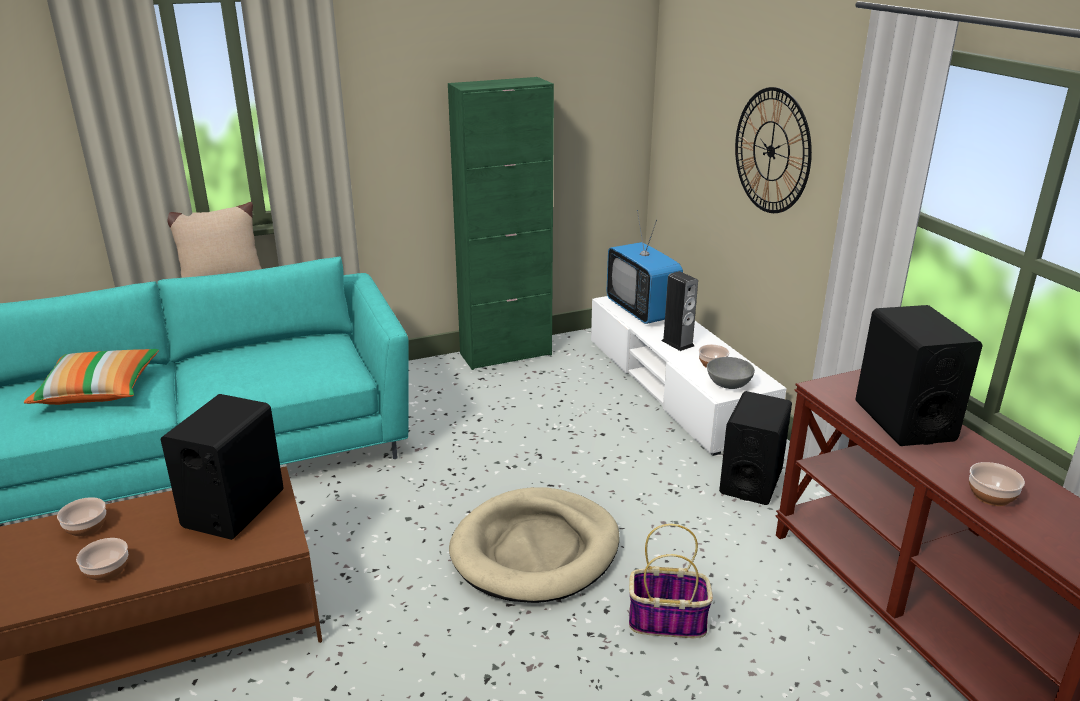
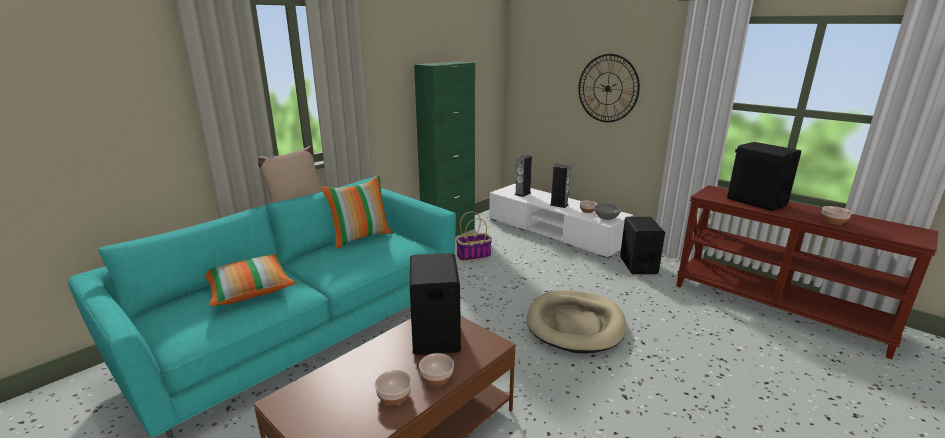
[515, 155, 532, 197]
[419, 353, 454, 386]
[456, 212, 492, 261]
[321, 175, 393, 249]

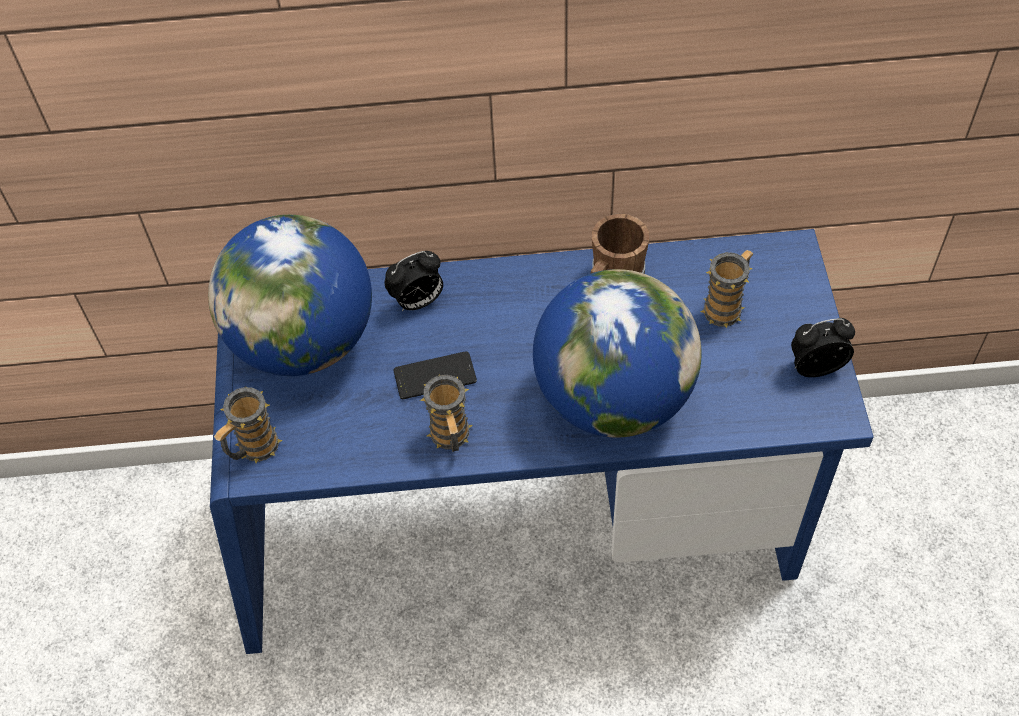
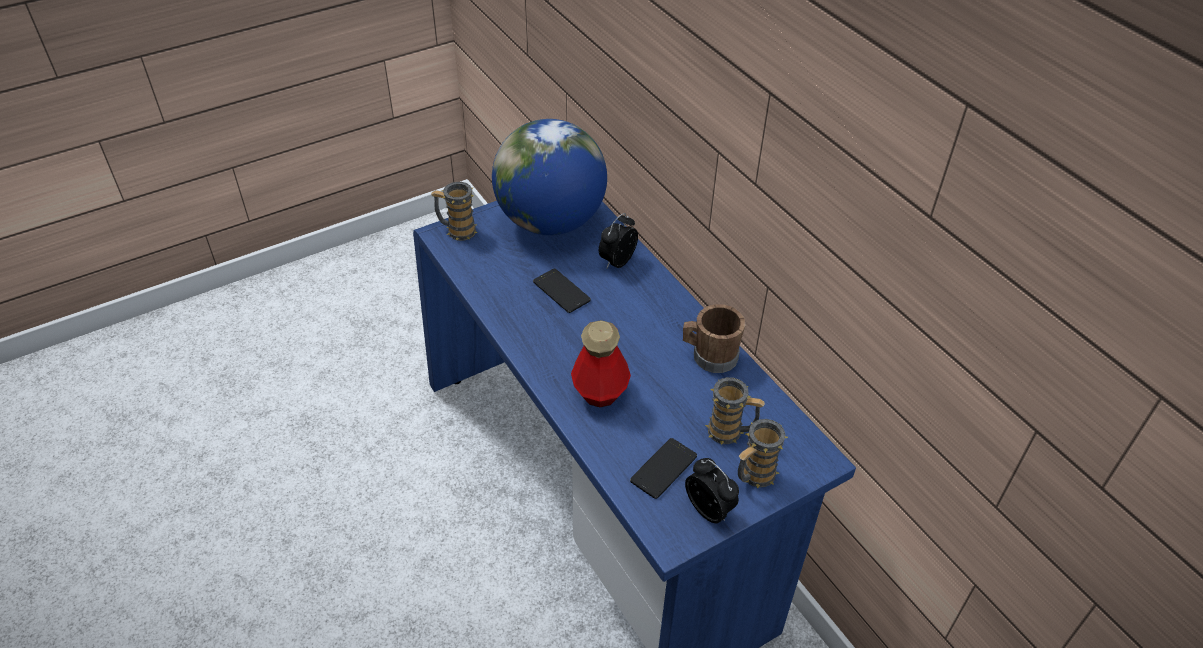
[599, 213, 638, 268]
[571, 320, 631, 407]
[738, 419, 788, 489]
[630, 438, 697, 499]

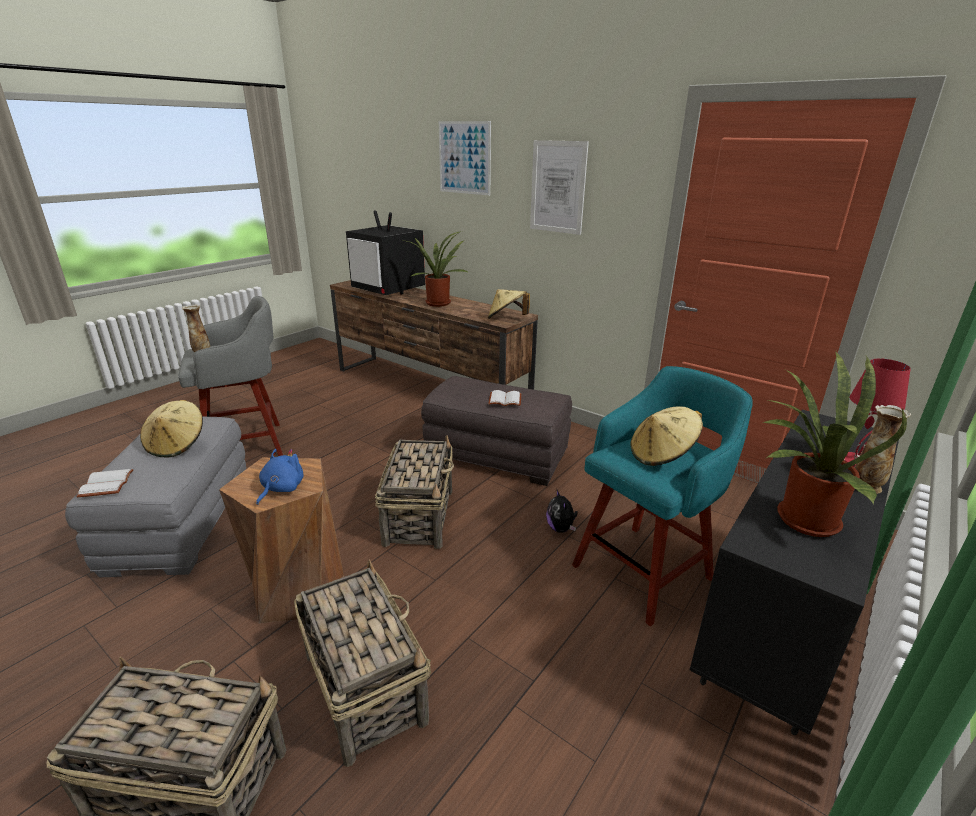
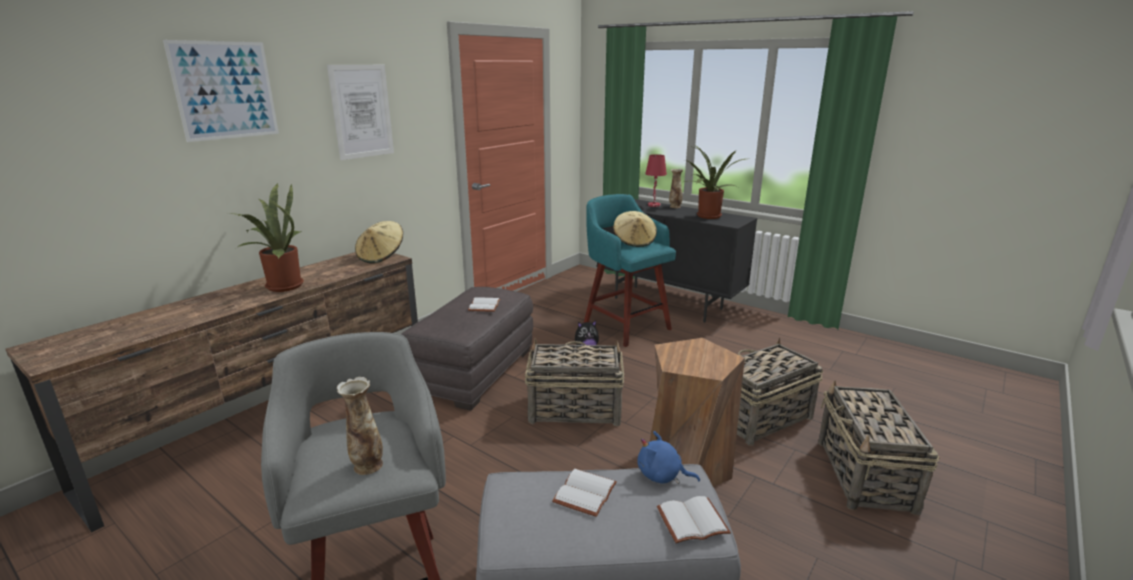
[346, 210, 425, 295] (first image)
[552, 469, 617, 517]
[637, 431, 700, 484]

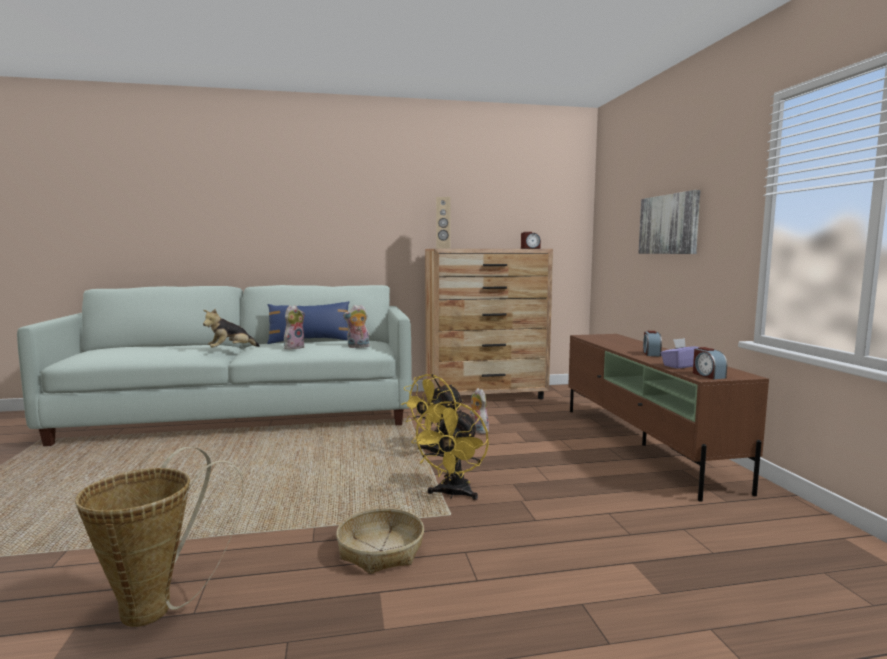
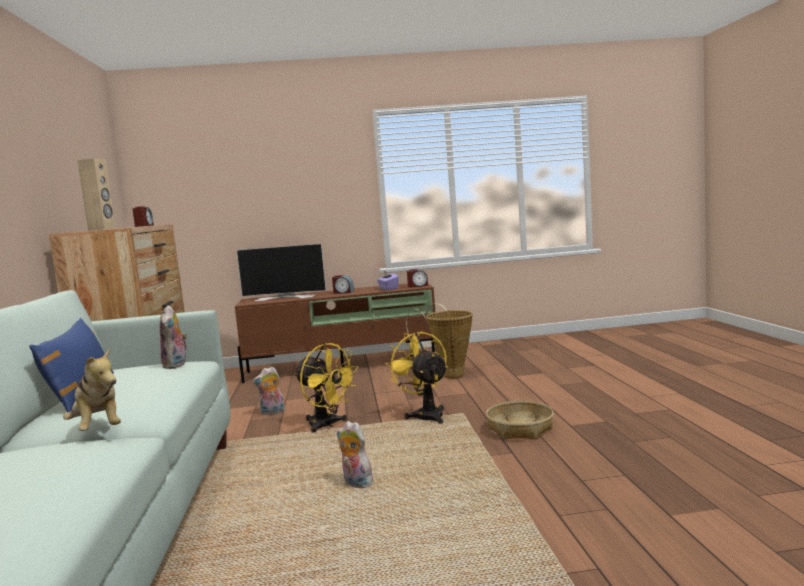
[639, 190, 700, 254] (first image)
[337, 421, 373, 488]
[386, 331, 448, 424]
[406, 303, 473, 379]
[237, 244, 326, 301]

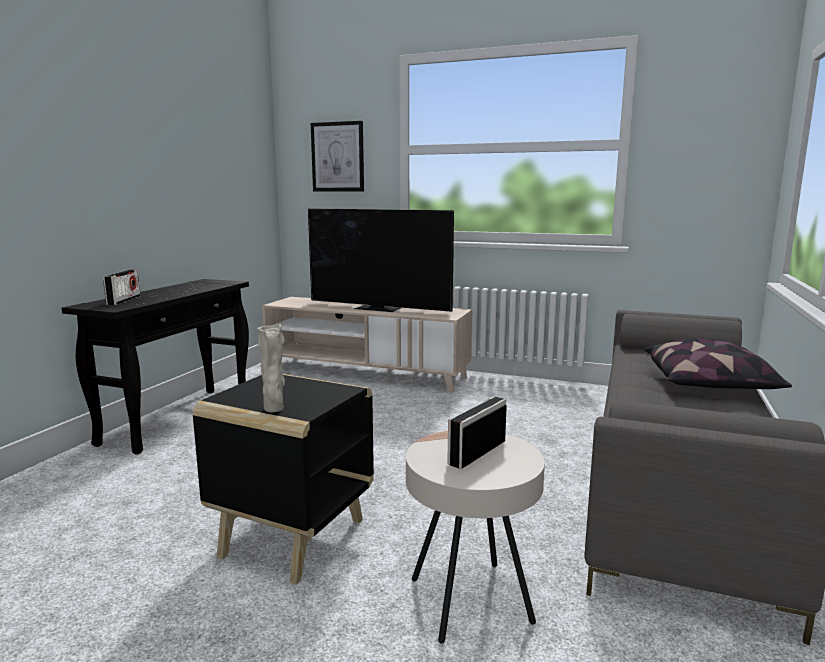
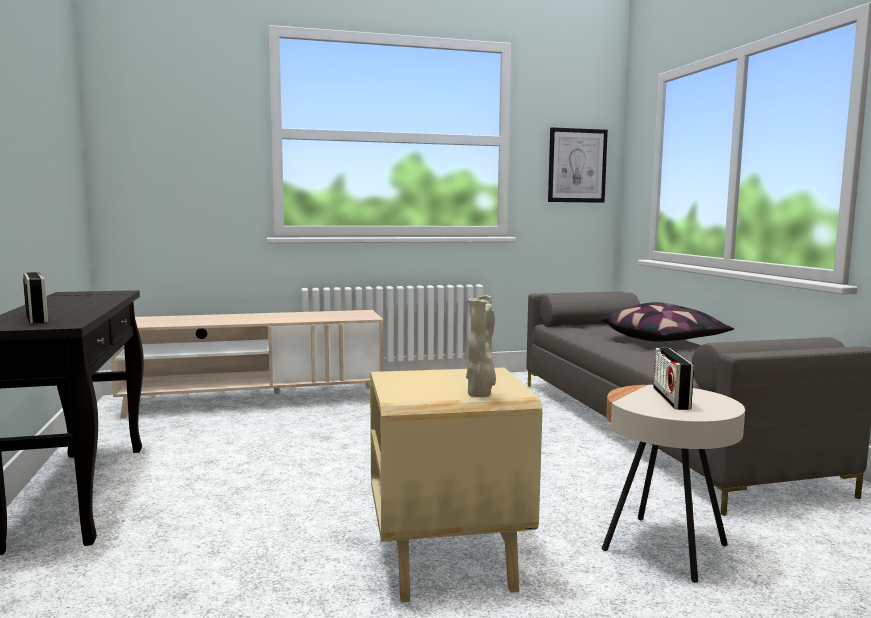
[548, 127, 608, 203]
[308, 208, 454, 312] (first image)
[370, 368, 542, 603]

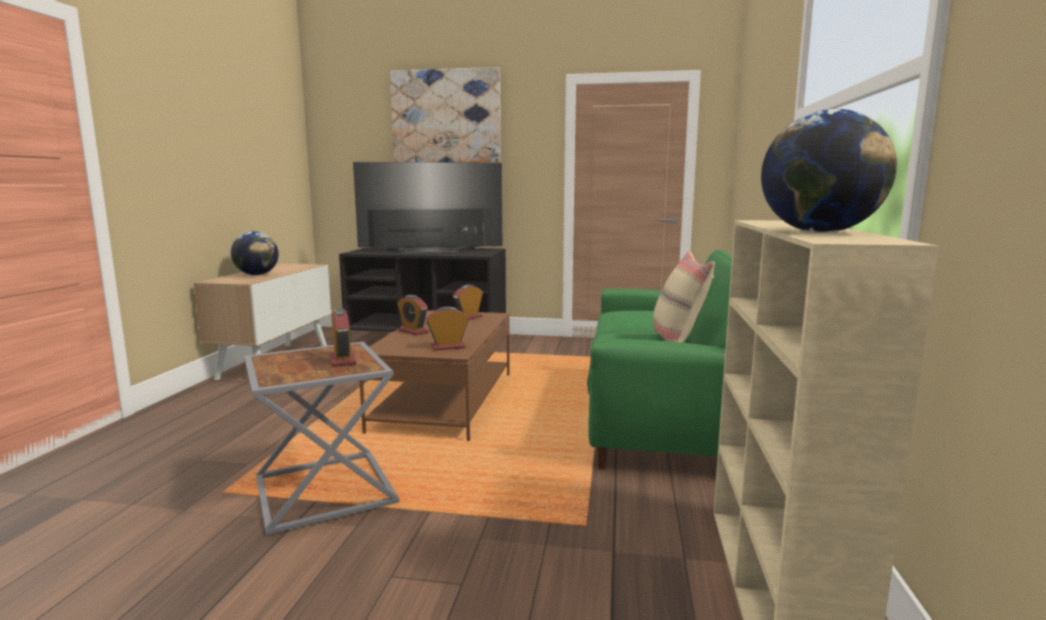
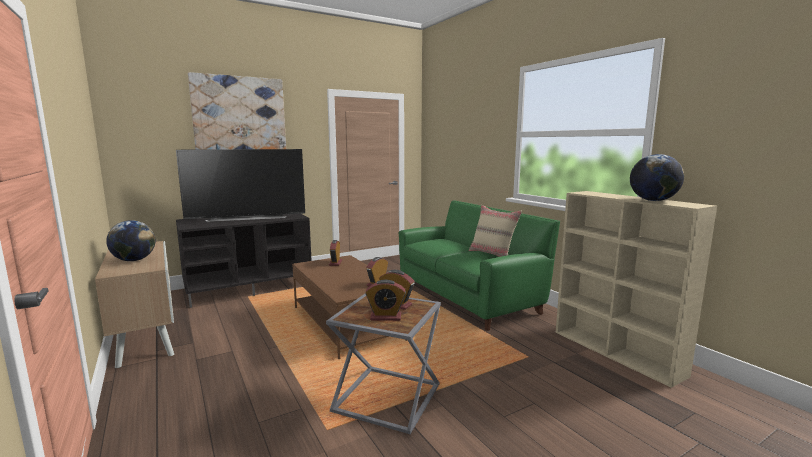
[176, 149, 305, 222]
[365, 280, 406, 321]

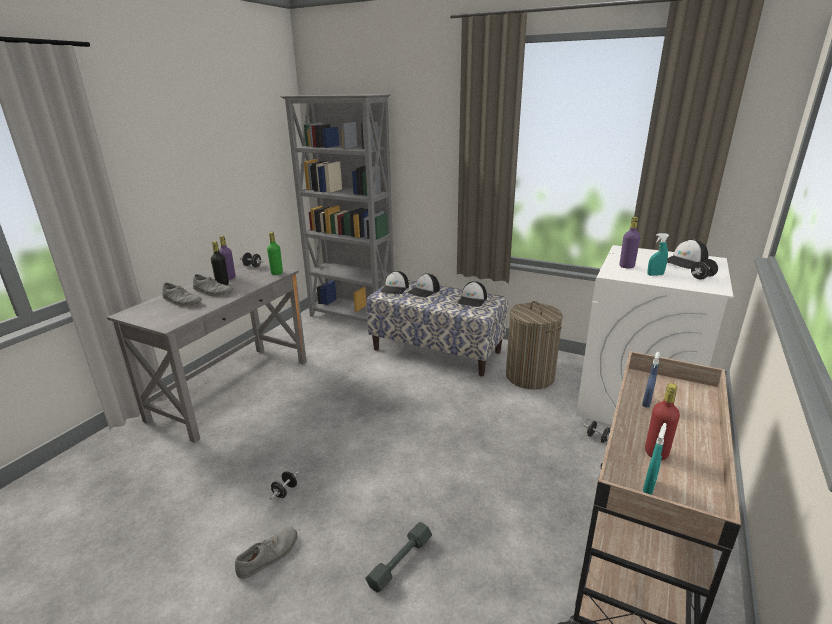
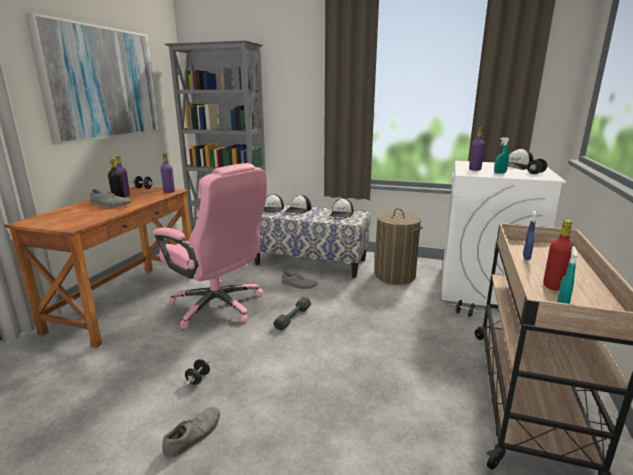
[160, 153, 175, 193]
[4, 186, 193, 348]
[282, 272, 318, 289]
[273, 297, 311, 330]
[24, 13, 160, 145]
[153, 163, 267, 329]

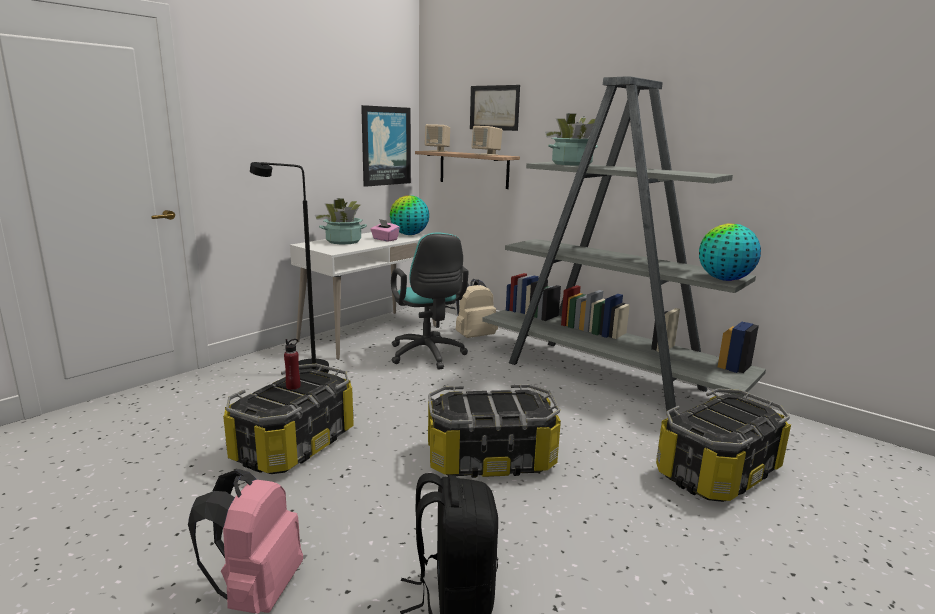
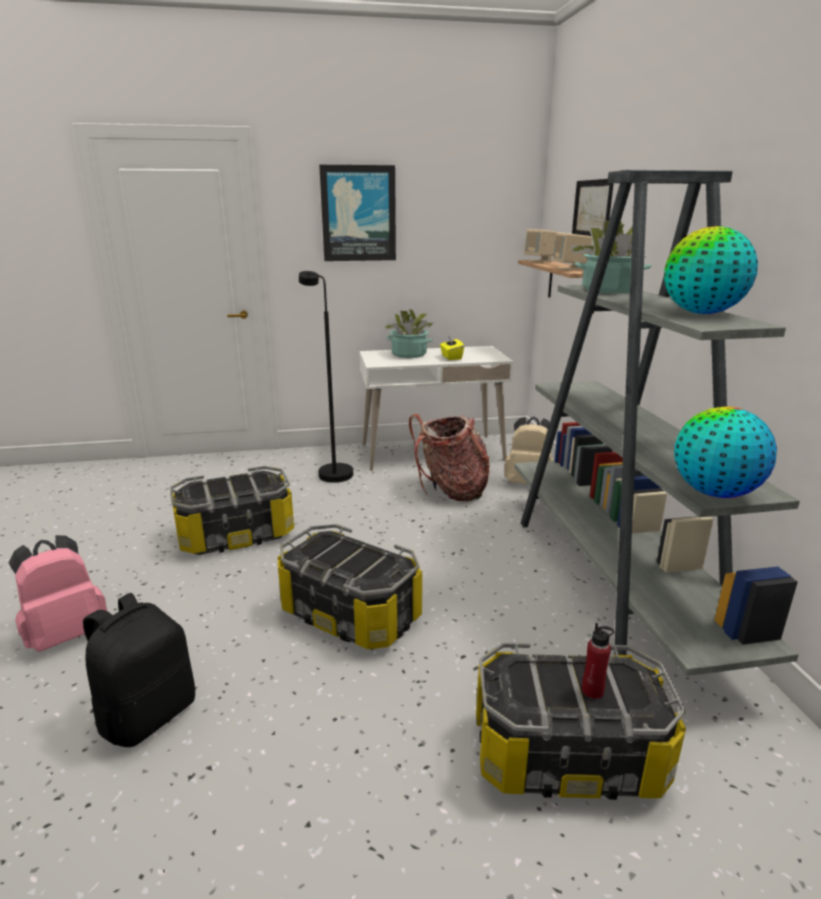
[319, 165, 396, 261]
[664, 226, 758, 314]
[440, 335, 464, 360]
[409, 414, 490, 501]
[582, 623, 614, 699]

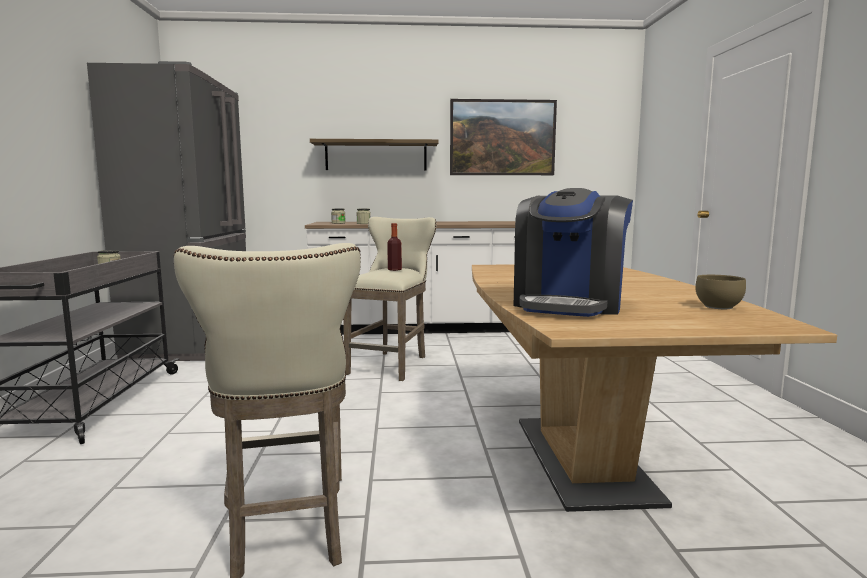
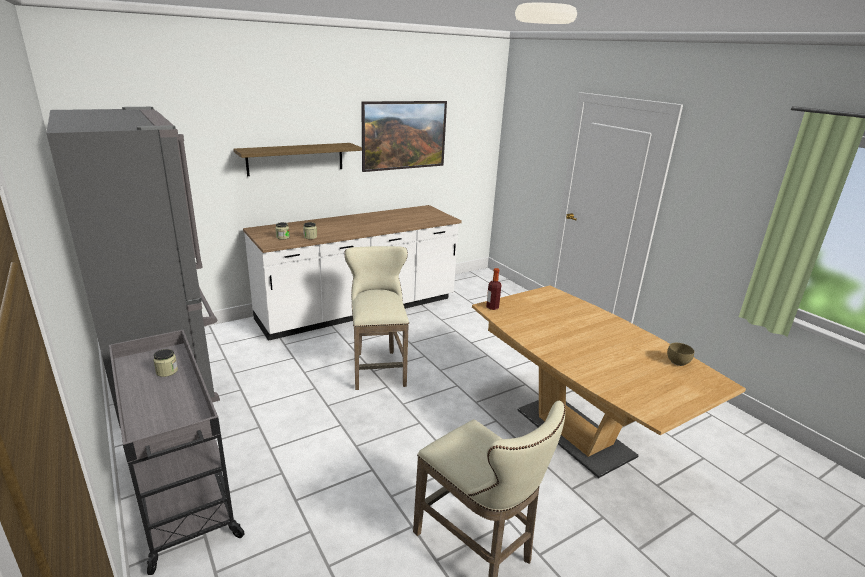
[514, 188, 633, 317] (first image)
[486, 268, 501, 310]

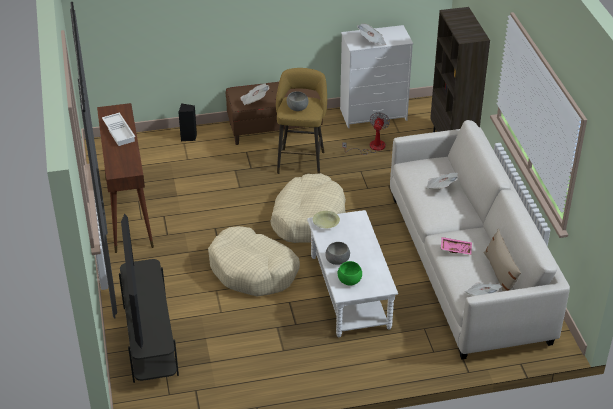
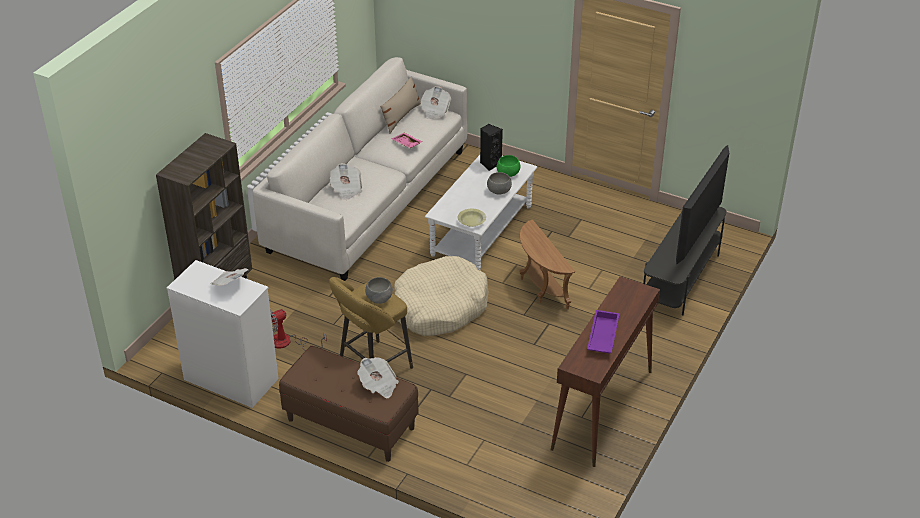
[480, 124, 503, 171]
[587, 310, 620, 353]
[519, 220, 575, 309]

